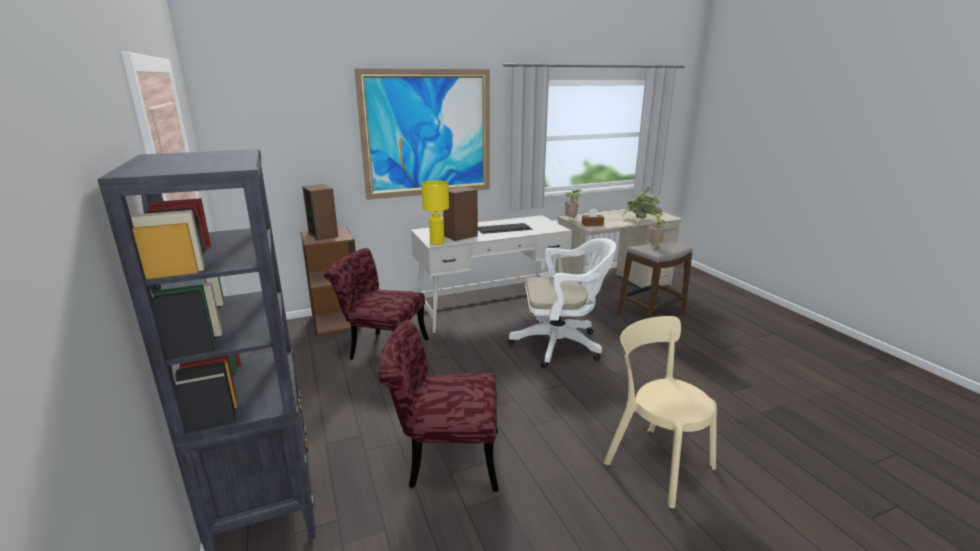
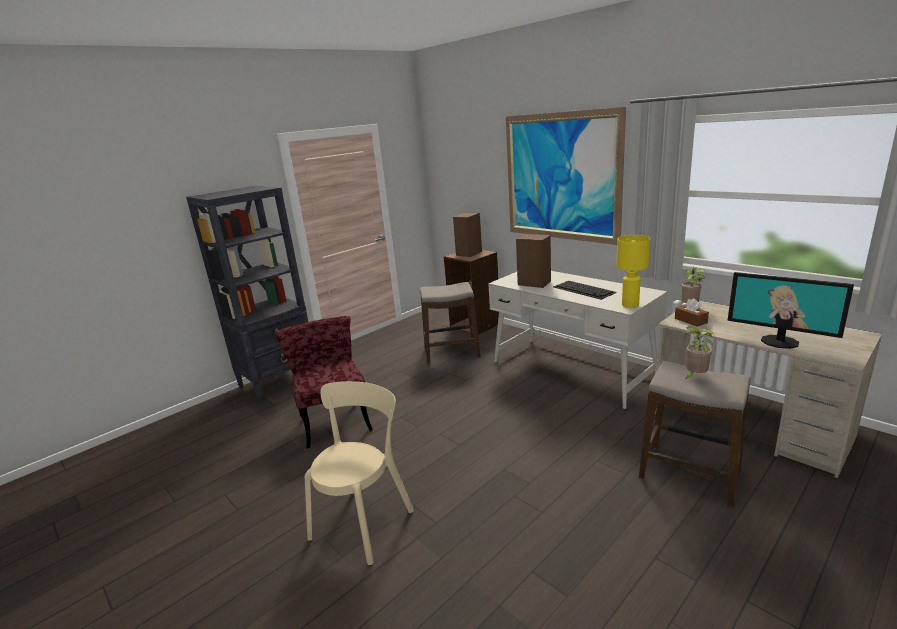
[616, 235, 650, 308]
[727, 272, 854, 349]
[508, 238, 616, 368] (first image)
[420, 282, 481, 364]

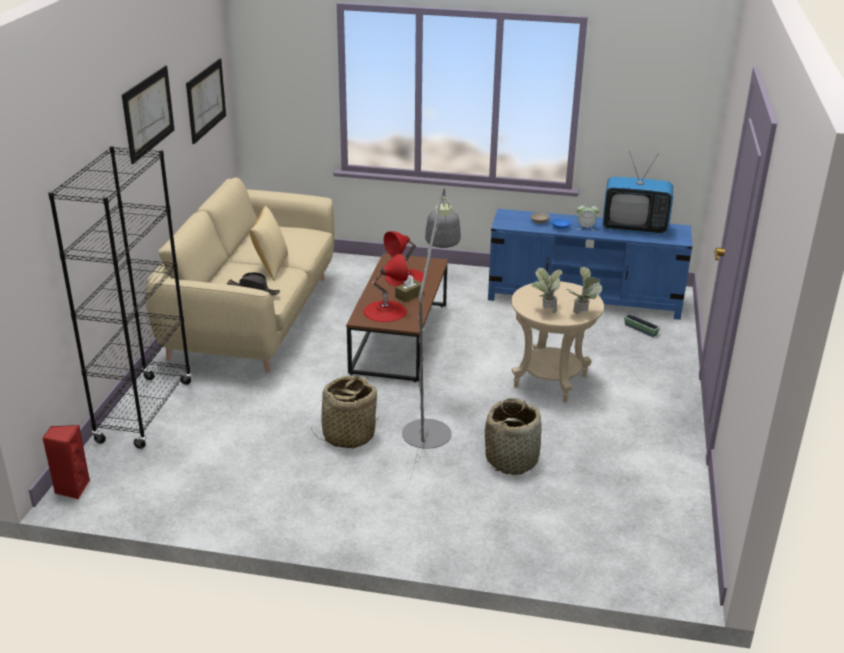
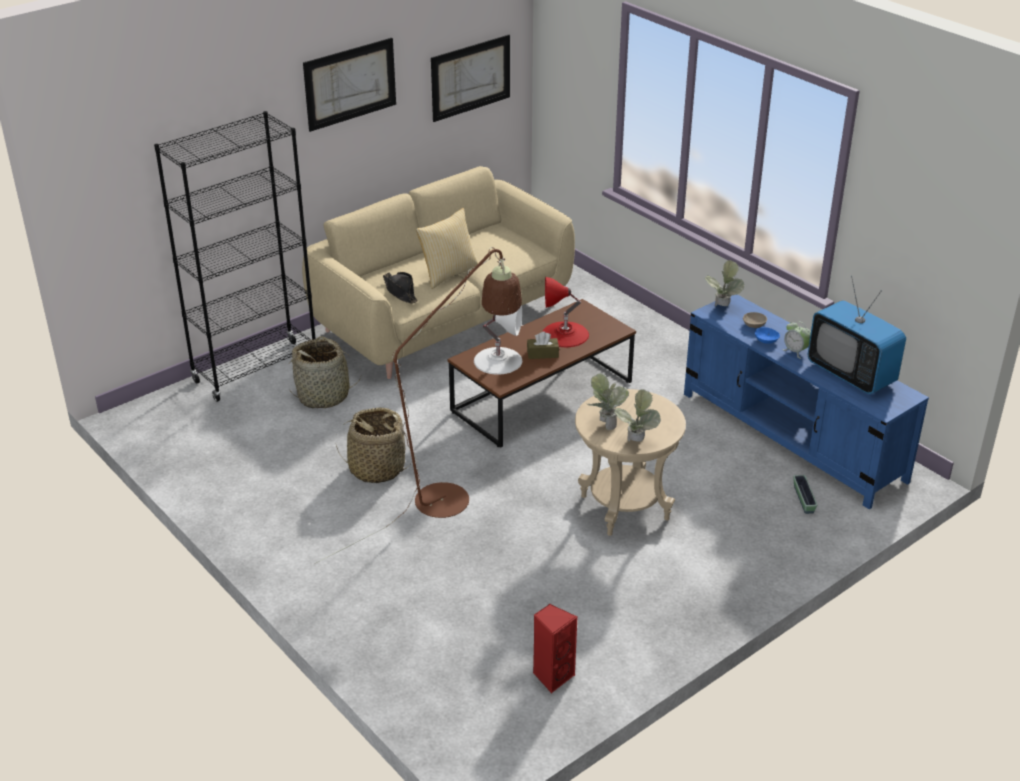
[314, 247, 522, 564]
[474, 305, 522, 375]
[288, 336, 362, 408]
[533, 604, 577, 693]
[704, 260, 744, 306]

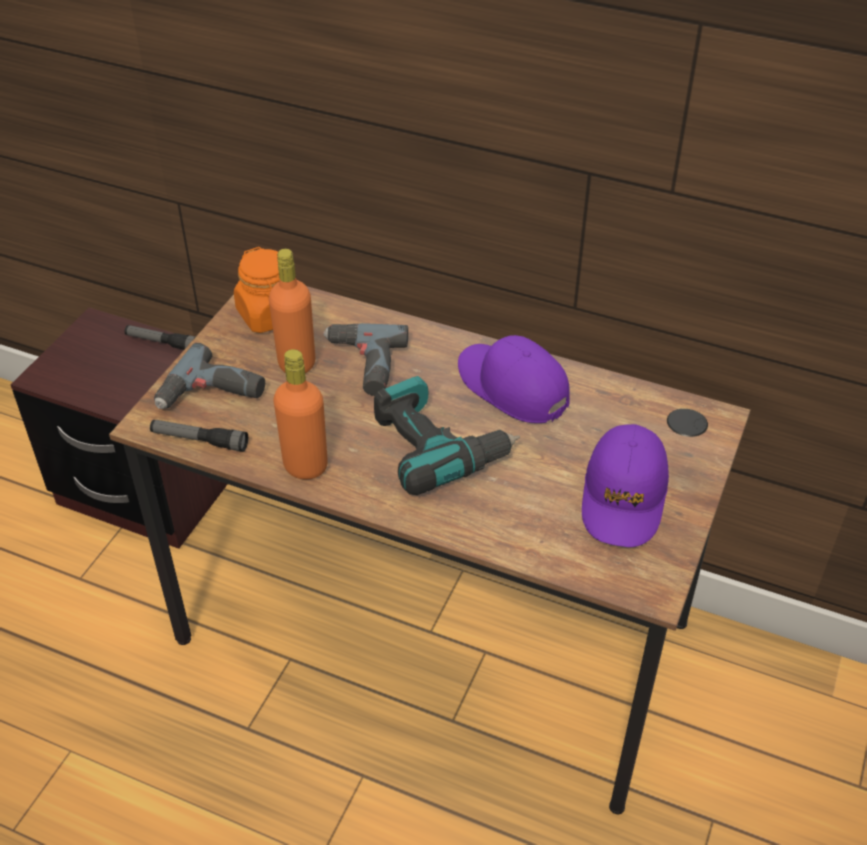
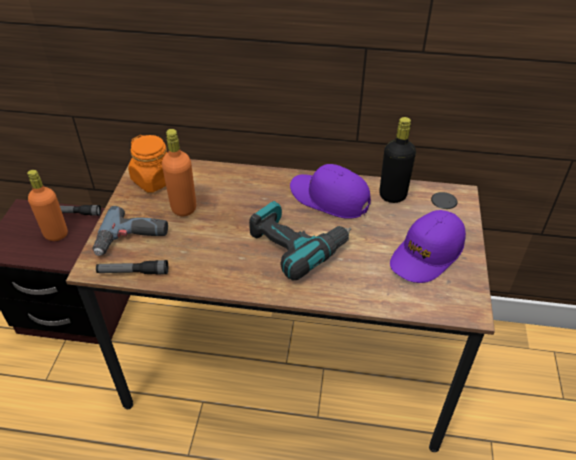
[323, 323, 408, 396] (first image)
[27, 170, 68, 241]
[390, 210, 466, 283]
[379, 117, 416, 203]

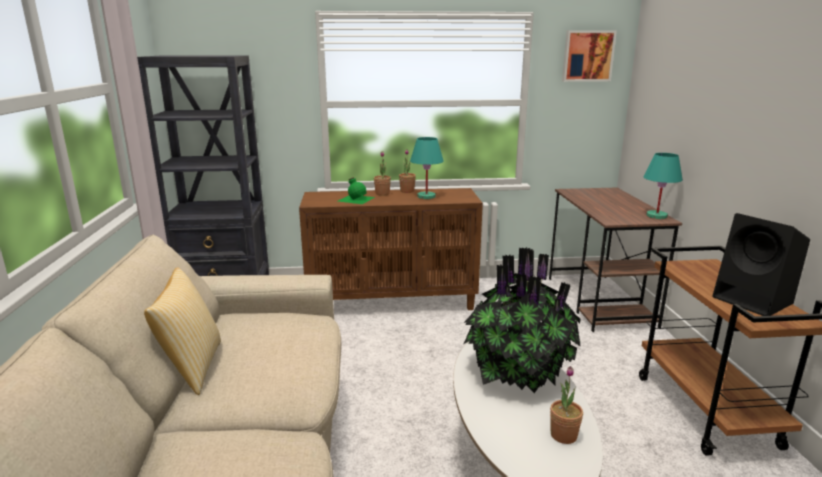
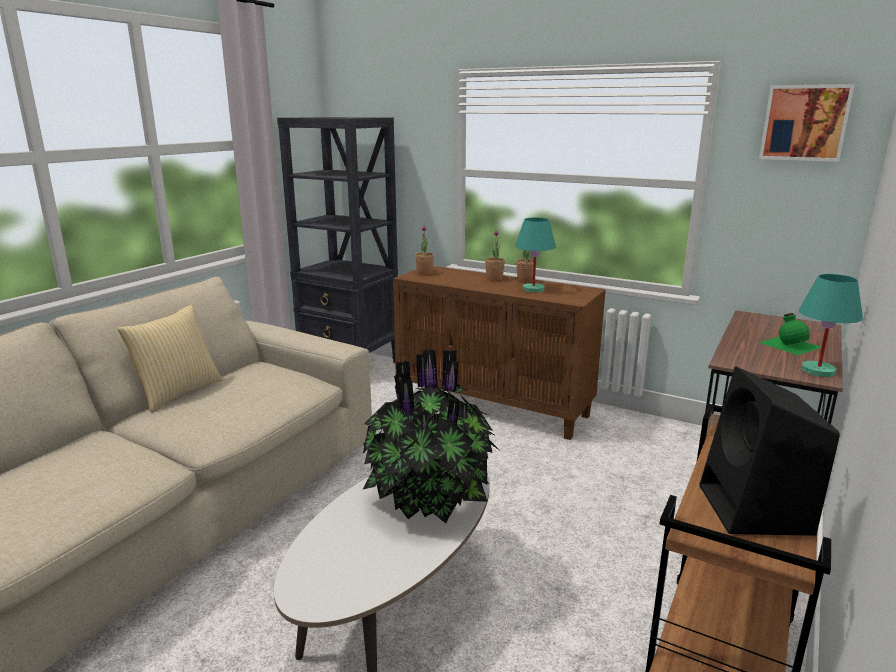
[758, 313, 821, 355]
[415, 225, 434, 275]

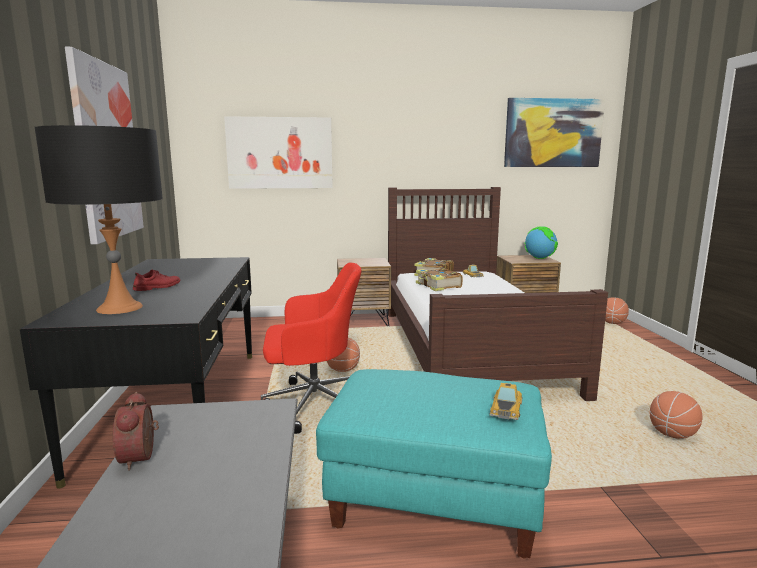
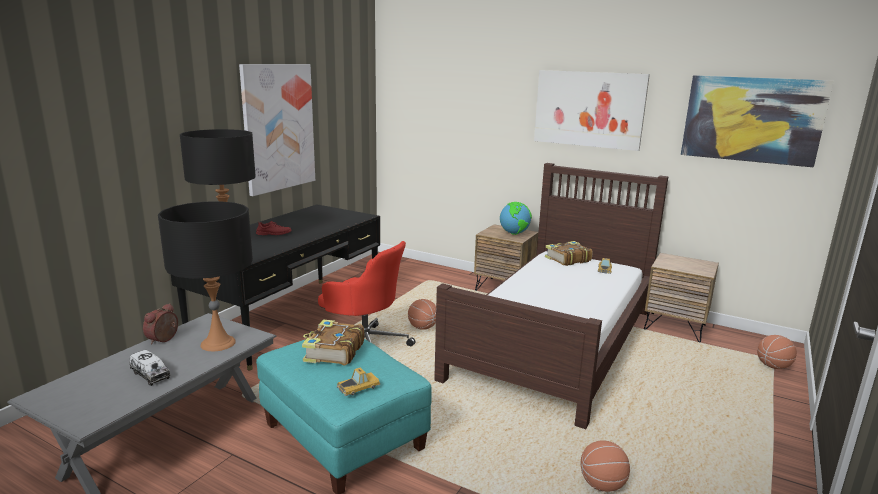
[534, 70, 650, 151]
[500, 202, 532, 235]
[302, 319, 364, 365]
[158, 201, 253, 352]
[129, 350, 171, 386]

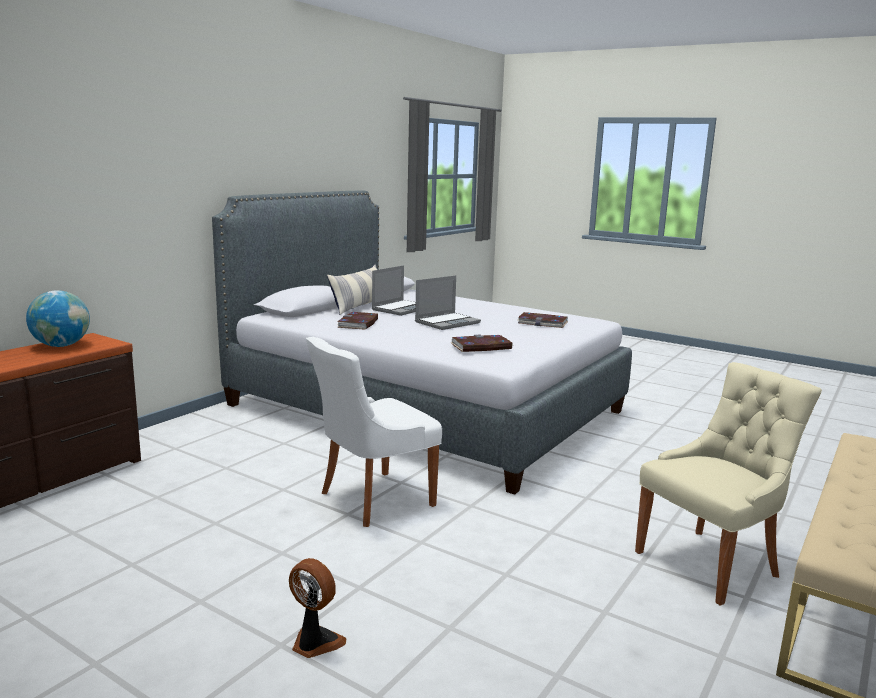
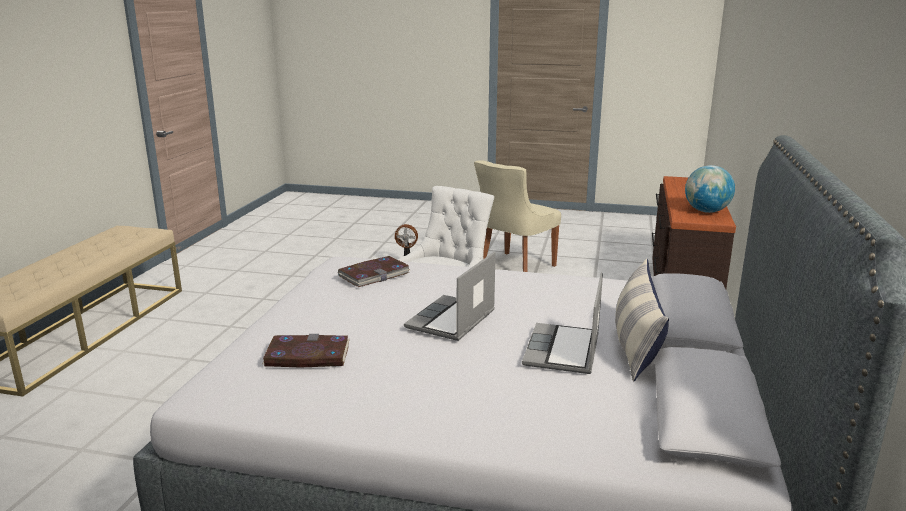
[337, 312, 378, 330] (first image)
[474, 160, 561, 272]

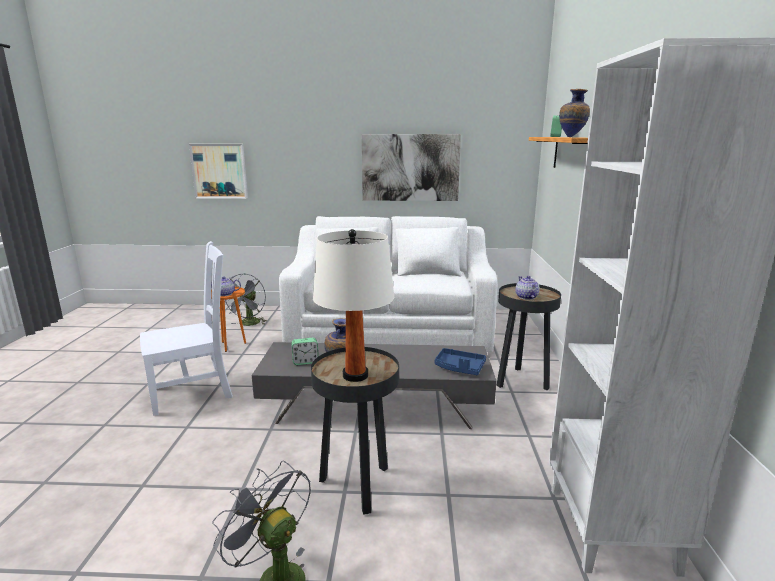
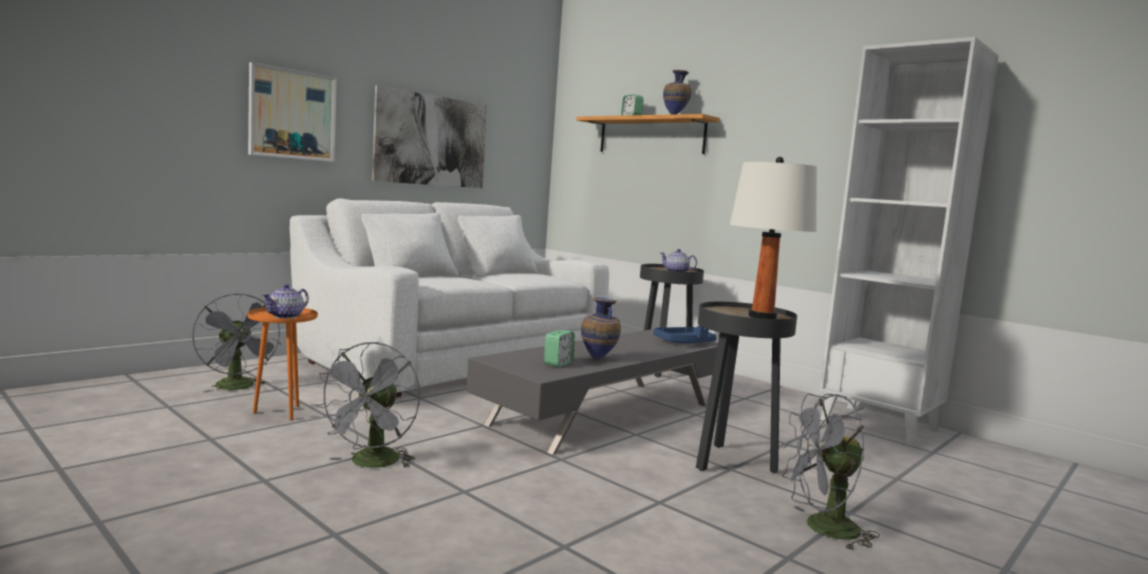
[248, 62, 337, 162]
[314, 342, 420, 468]

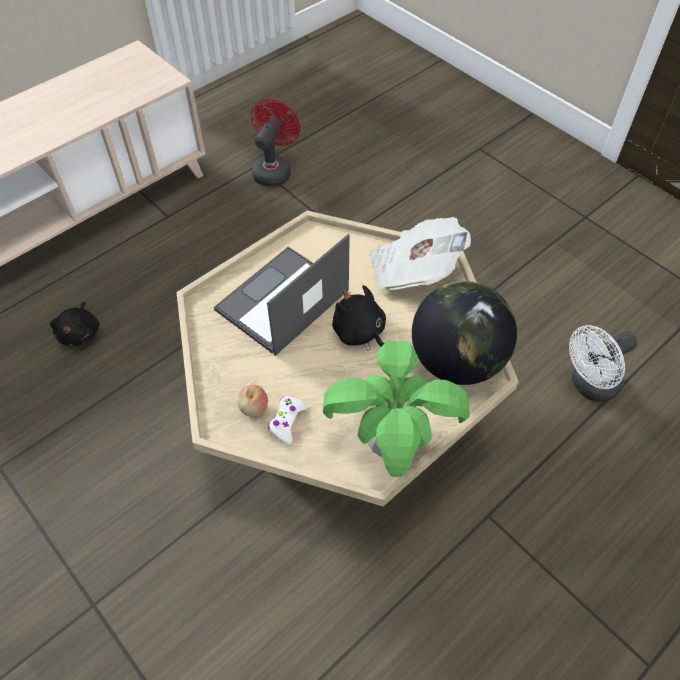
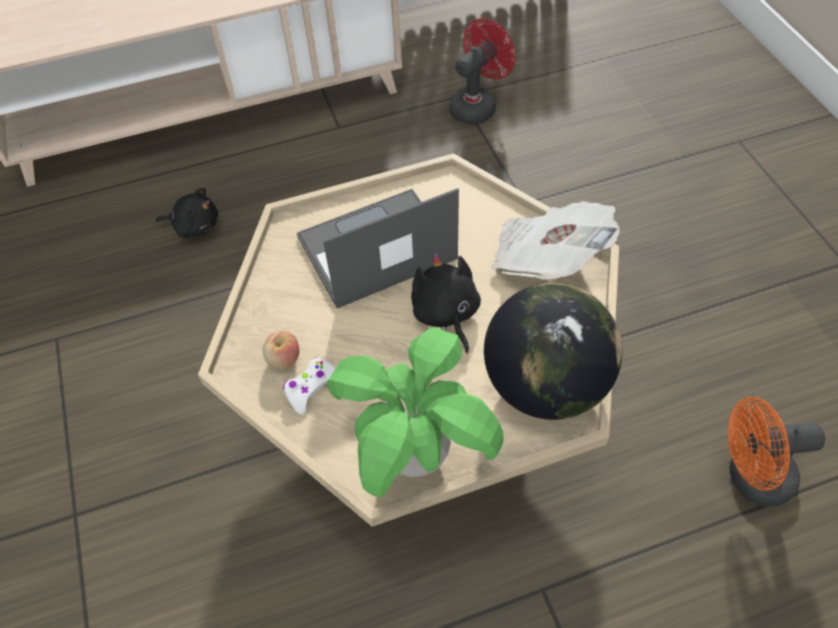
[156, 188, 219, 239]
[728, 397, 825, 506]

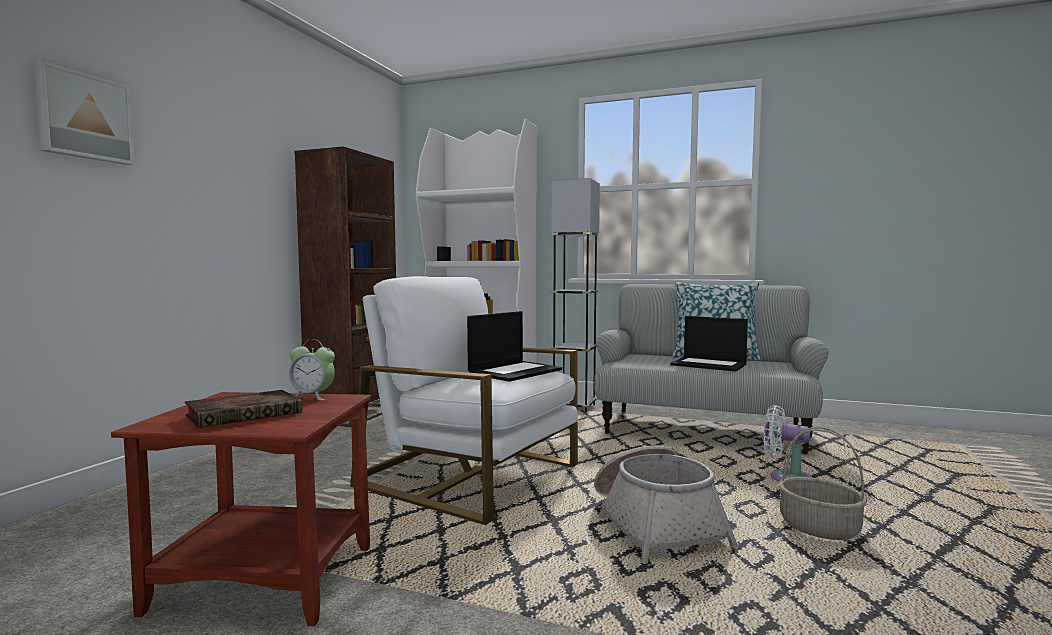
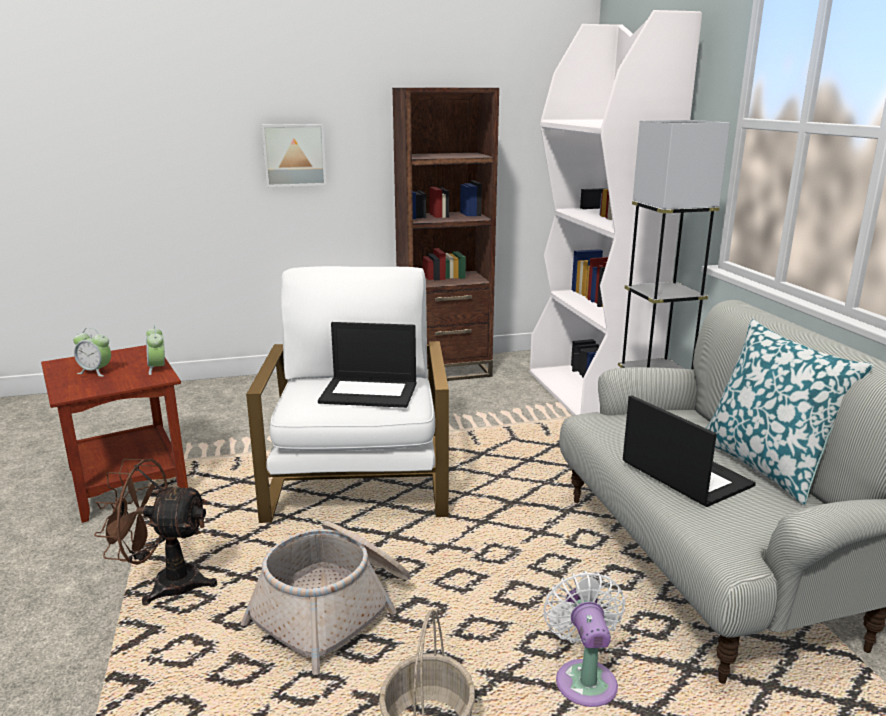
[261, 124, 327, 187]
[623, 395, 756, 507]
[73, 328, 111, 377]
[94, 459, 217, 606]

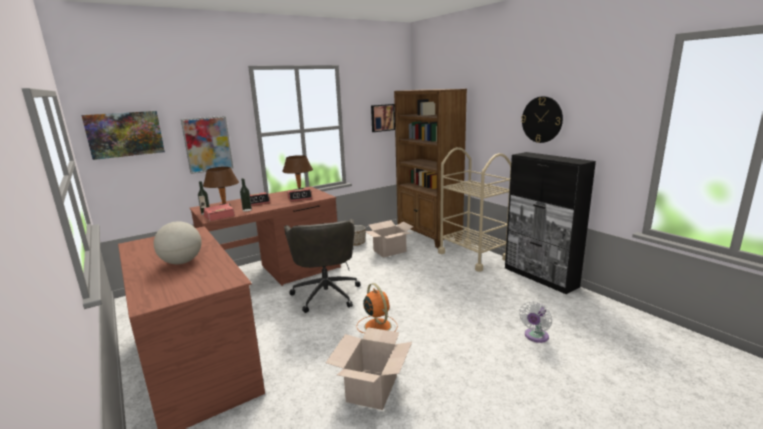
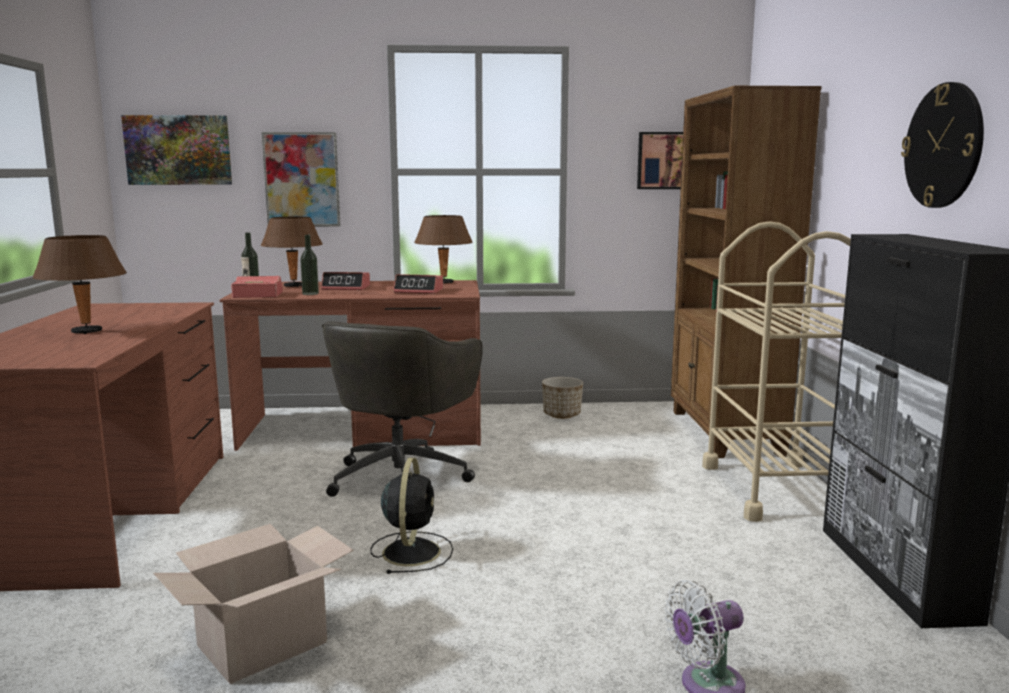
[365, 220, 413, 258] (first image)
[32, 235, 127, 334]
[370, 458, 453, 574]

